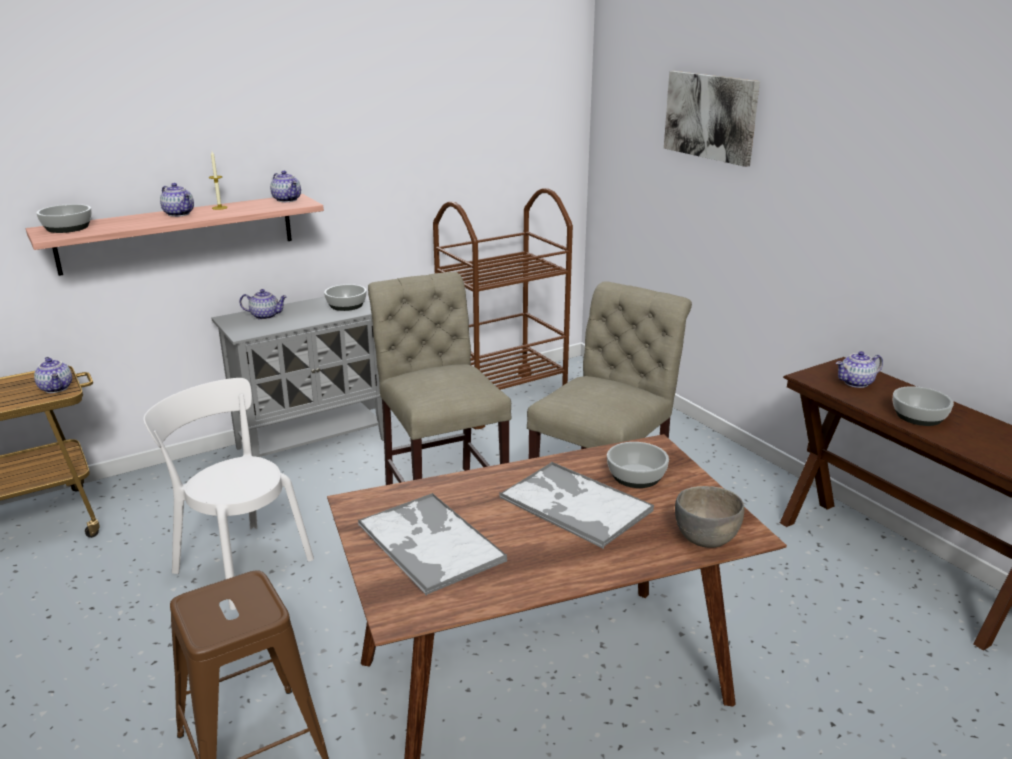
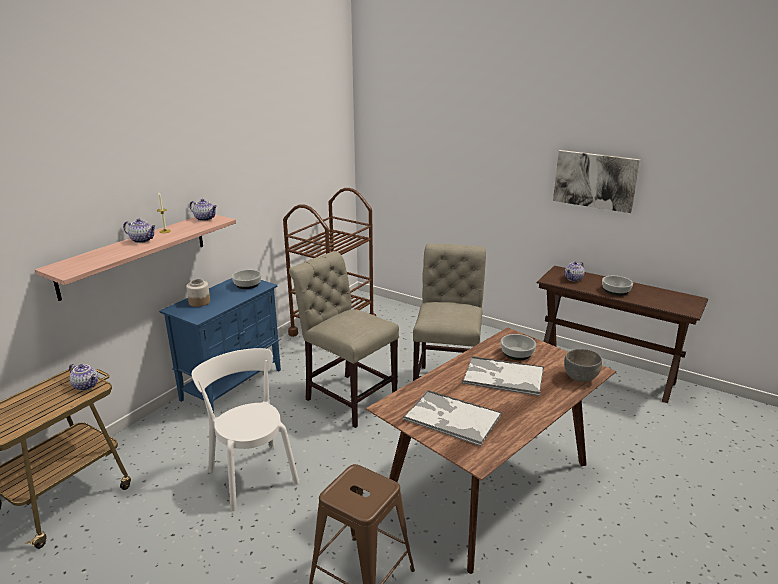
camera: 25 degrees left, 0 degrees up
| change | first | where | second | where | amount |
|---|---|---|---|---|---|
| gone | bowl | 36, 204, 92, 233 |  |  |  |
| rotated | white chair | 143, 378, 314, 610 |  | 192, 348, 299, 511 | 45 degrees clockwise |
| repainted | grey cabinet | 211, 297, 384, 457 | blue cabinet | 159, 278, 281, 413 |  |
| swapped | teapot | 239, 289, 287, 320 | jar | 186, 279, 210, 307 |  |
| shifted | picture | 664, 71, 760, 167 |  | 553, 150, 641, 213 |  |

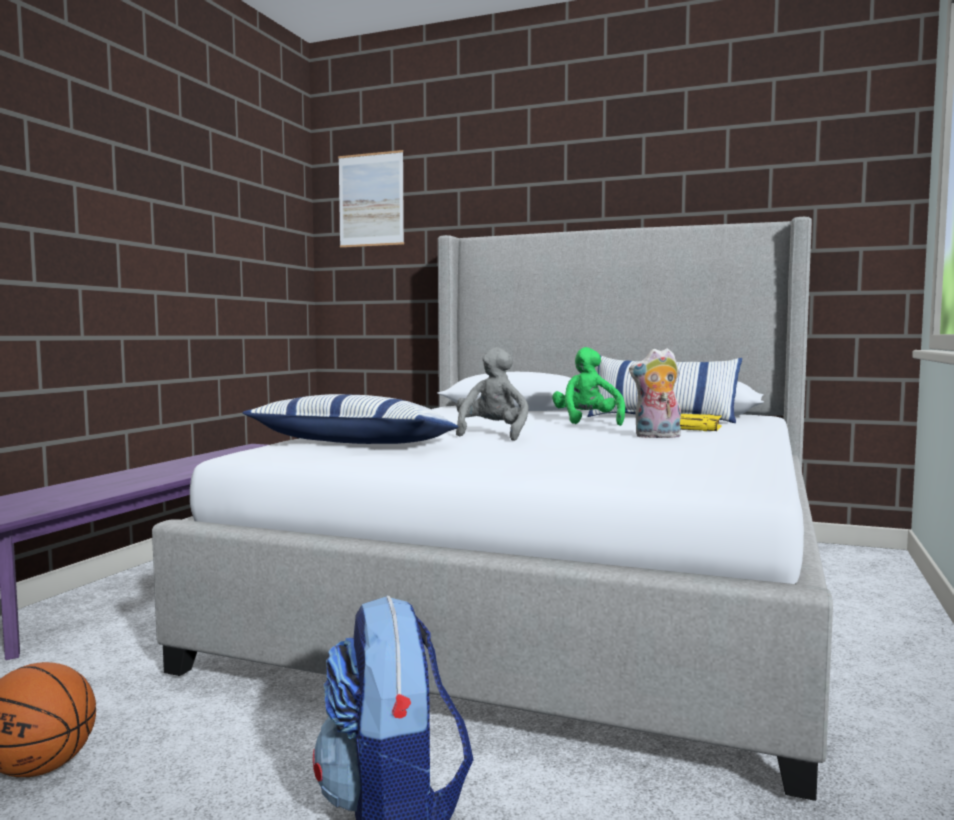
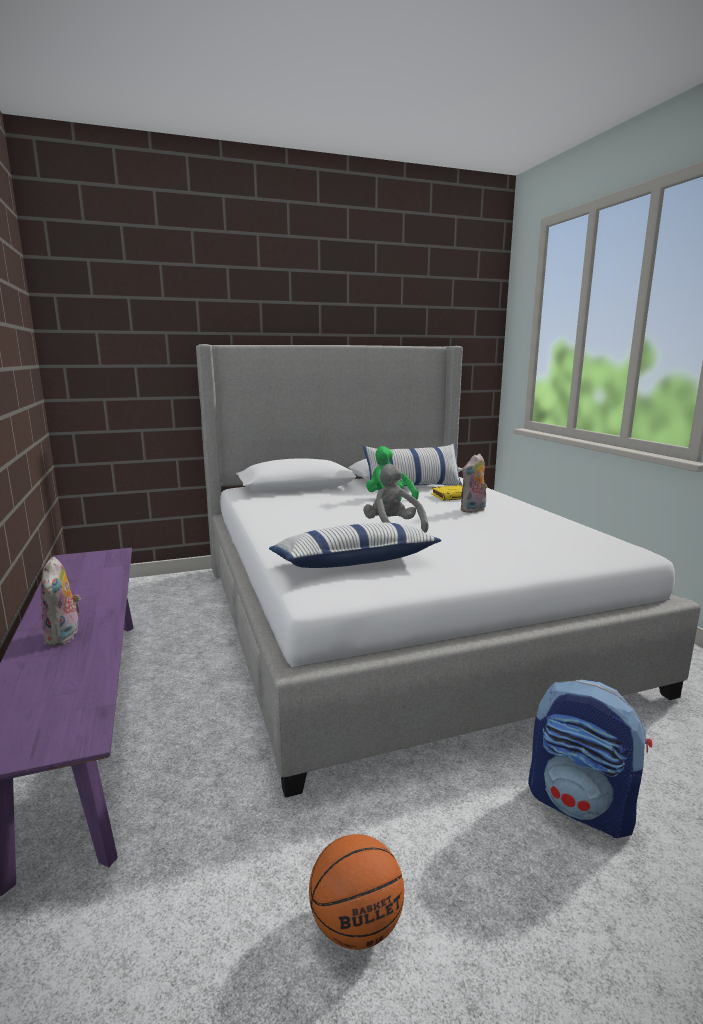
camera: 40 degrees left, 10 degrees up
| change | first | where | second | where | amount |
|---|---|---|---|---|---|
| gone | picture | 338, 150, 404, 248 |  |  |  |
| new |  |  | plush toy | 40, 557, 81, 646 |  |

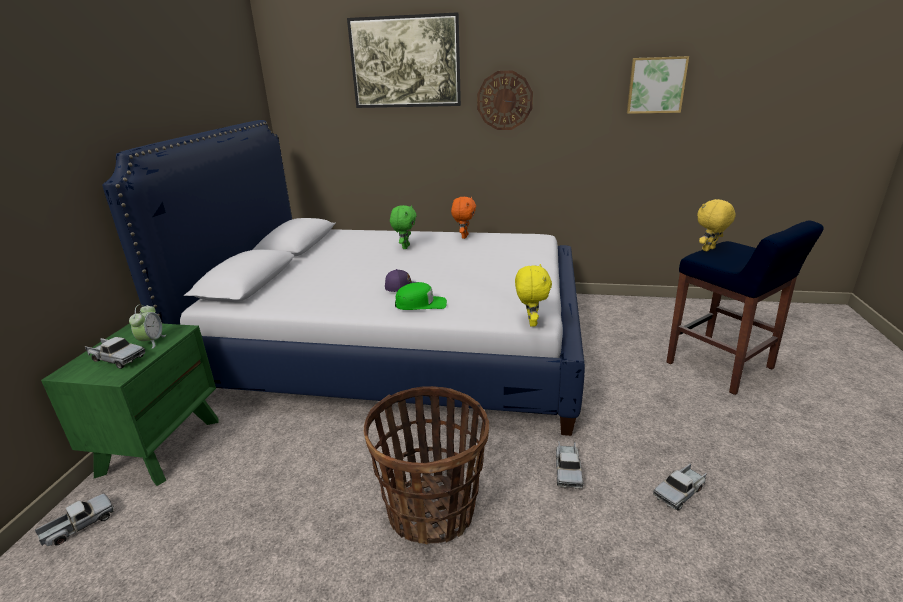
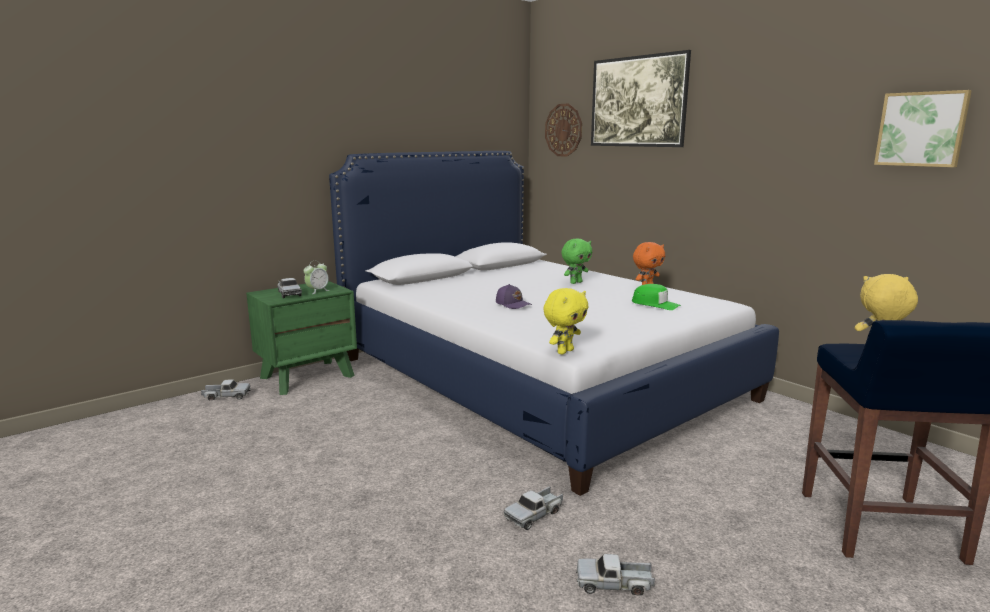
camera: 40 degrees right, 10 degrees down
| change | first | where | second | where | amount |
|---|---|---|---|---|---|
| gone | basket | 364, 386, 489, 544 |  |  |  |
| shifted | green cap | 395, 282, 447, 310 |  | 632, 284, 681, 310 |  |
| shifted | wall clock | 477, 70, 533, 130 |  | 545, 103, 582, 157 |  |

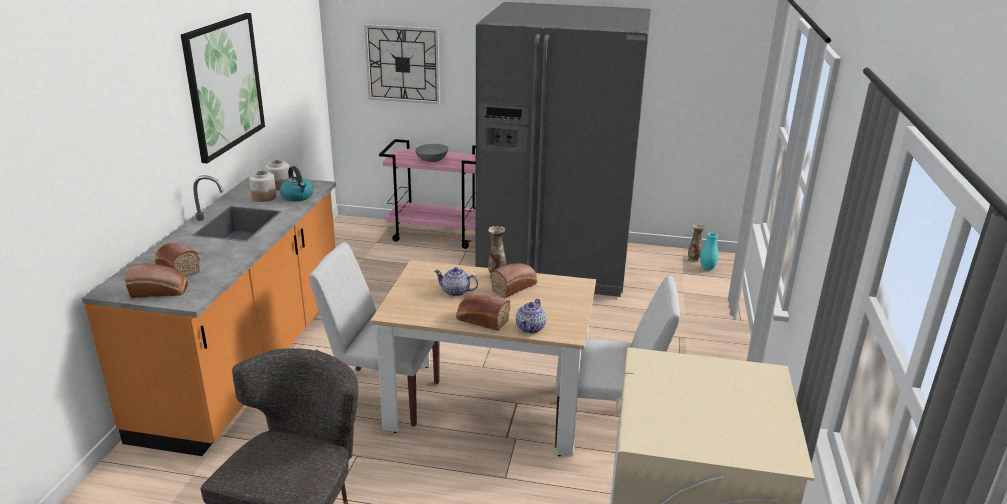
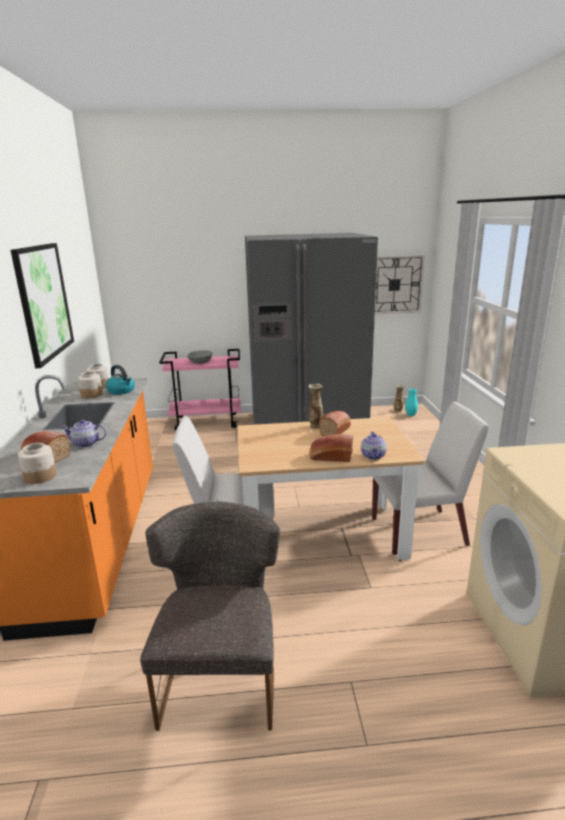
camera: 15 degrees left, 5 degrees down
| change | first | where | second | where | amount |
|---|---|---|---|---|---|
| swapped | bread | 125, 264, 188, 298 | jar | 18, 443, 57, 484 |  |
| shifted | wall clock | 364, 24, 440, 104 |  | 375, 255, 425, 314 |  |
| shifted | teapot | 434, 267, 478, 297 |  | 61, 419, 107, 448 |  |

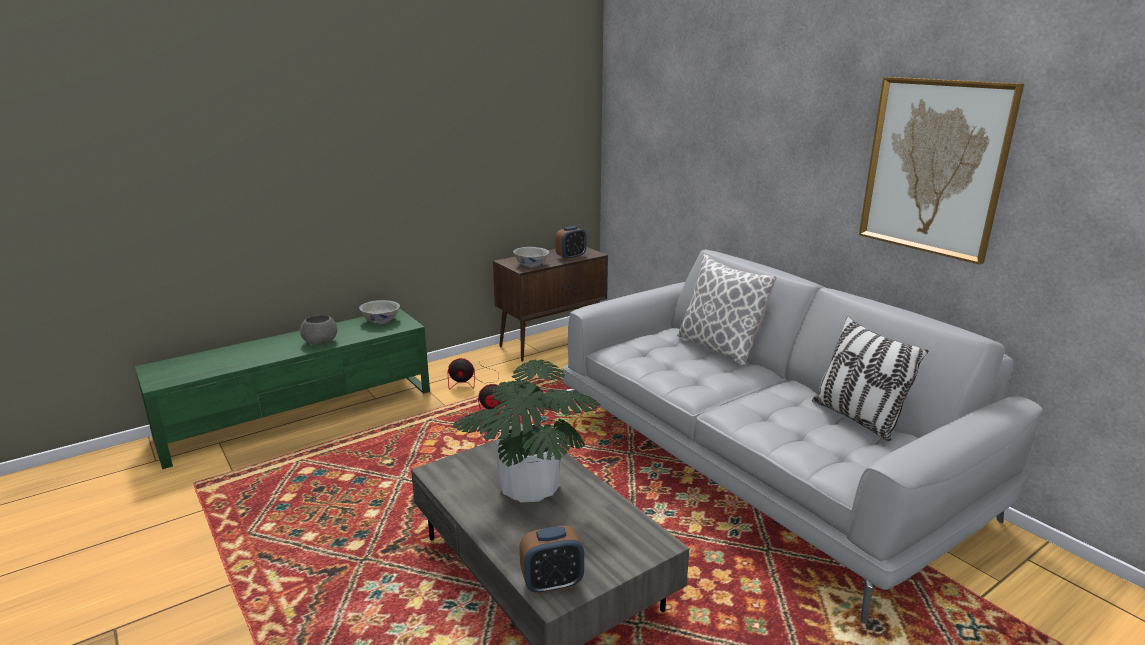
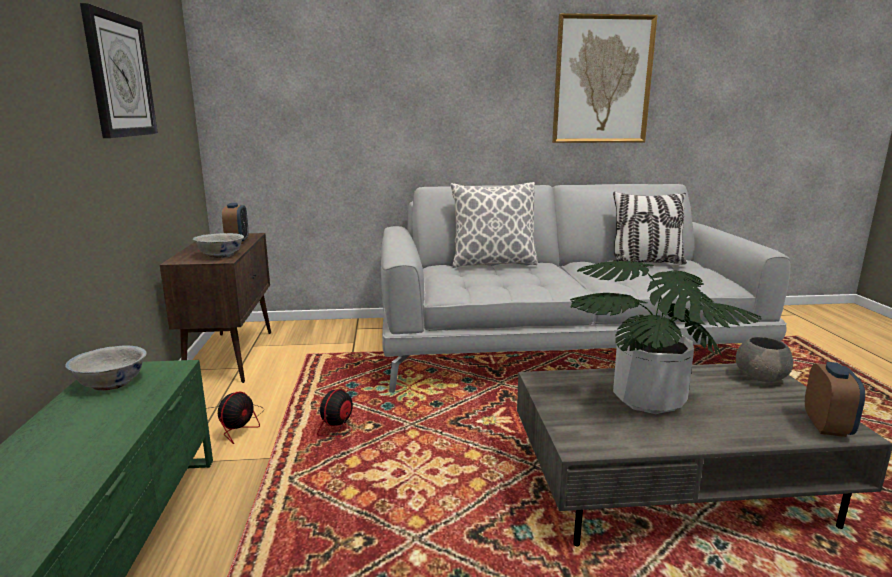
camera: 60 degrees left, 5 degrees down
| change | first | where | second | where | amount |
|---|---|---|---|---|---|
| shifted | grey bowl | 300, 315, 337, 345 |  | 736, 337, 793, 382 |  |
| new |  |  | wall clock | 80, 3, 158, 138 |  |

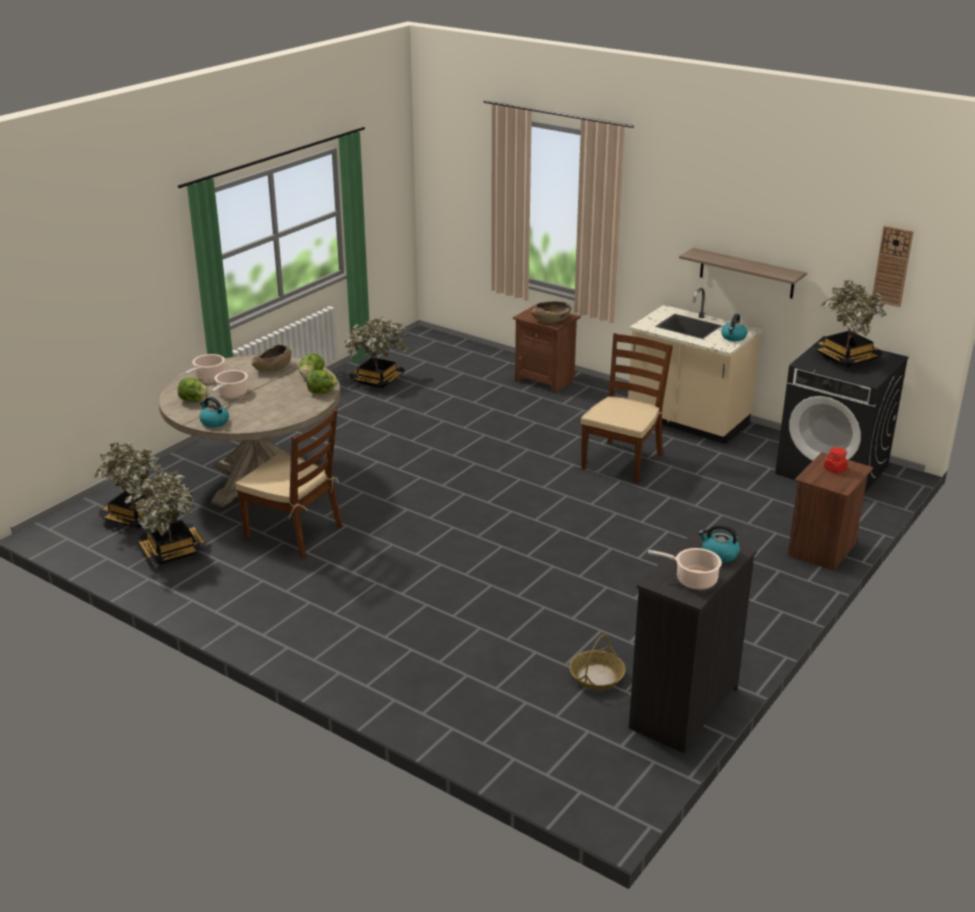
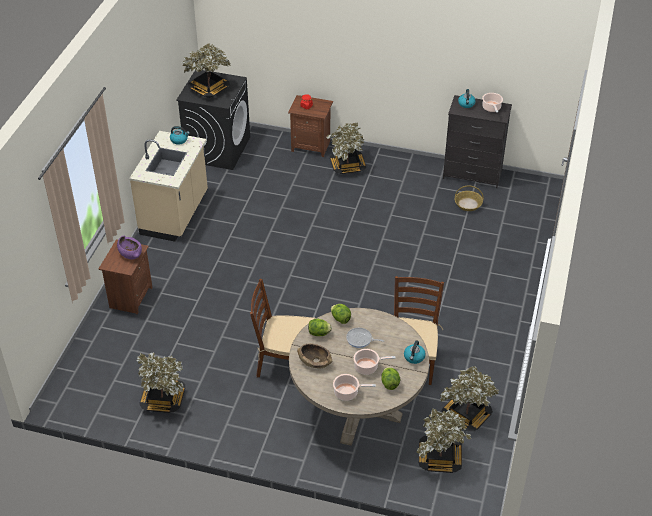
camera: 110 degrees left, 15 degrees up
| change | first | where | second | where | amount |
|---|---|---|---|---|---|
| repainted | brown bowl | 531, 301, 572, 323 | purple bowl | 117, 236, 142, 260 |  |
| shifted | brown chair | 581, 333, 673, 483 |  | 250, 279, 316, 378 |  |
| gone | shelf | 679, 248, 807, 299 |  |  |  |
| gone | wall clock | 872, 225, 914, 307 |  |  |  |
| new |  |  | potted plant | 326, 122, 366, 174 |  |
| new |  |  | frying pan | 346, 328, 384, 348 |  |

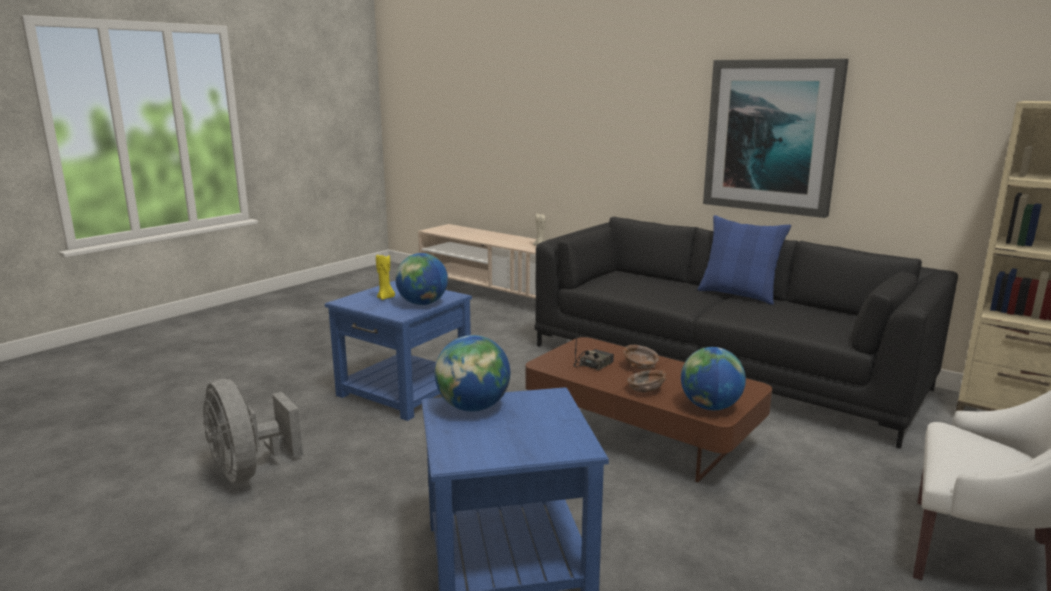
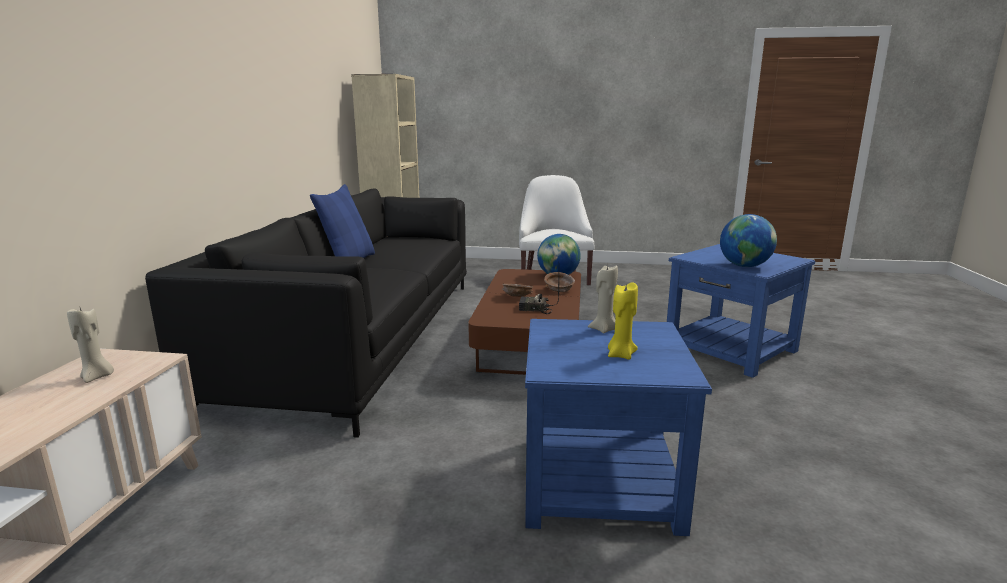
camera: 120 degrees left, 0 degrees up
| change | first | where | second | where | amount |
|---|---|---|---|---|---|
| gone | grey fan | 203, 379, 303, 483 |  |  |  |
| swapped | globe | 395, 253, 448, 305 | beige candle | 588, 264, 618, 333 |  |
| gone | picture | 703, 59, 849, 218 |  |  |  |

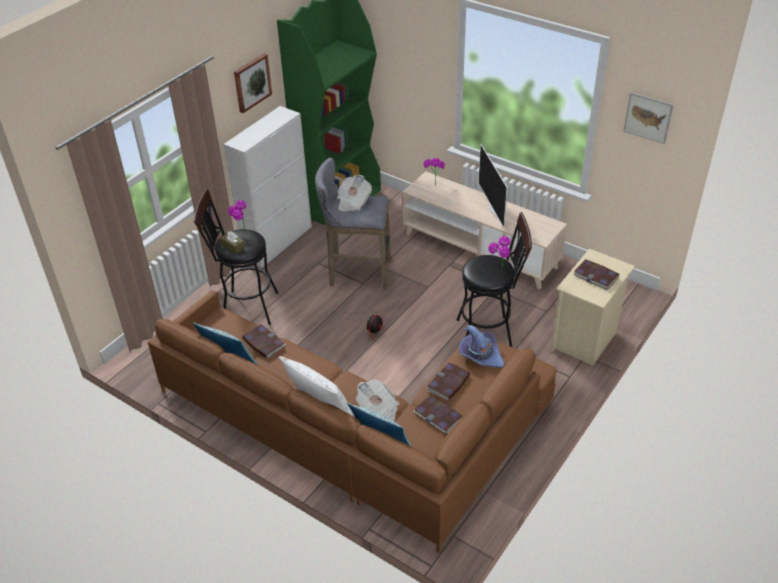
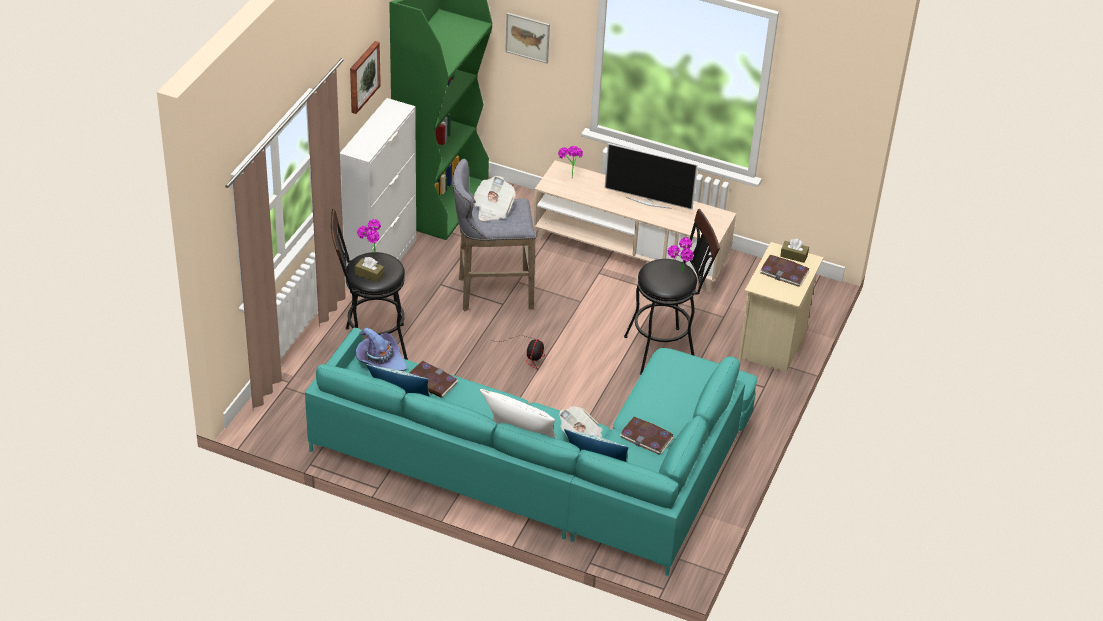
camera: 15 degrees left, 0 degrees up
| change | first | where | second | where | amount |
|---|---|---|---|---|---|
| repainted | brown sofa | 148, 290, 557, 553 | turquoise sofa | 305, 328, 757, 576 |  |
| gone | book | 426, 363, 470, 401 |  |  |  |
| shifted | purple hat | 459, 325, 504, 368 |  | 356, 328, 407, 371 |  |
| rotated | television | 478, 144, 508, 227 |  | 604, 143, 698, 210 | 45 degrees counterclockwise |
| shifted | picture | 623, 92, 673, 144 |  | 505, 13, 550, 63 |  |
| new |  |  | brown tissue box | 780, 239, 809, 263 |  |

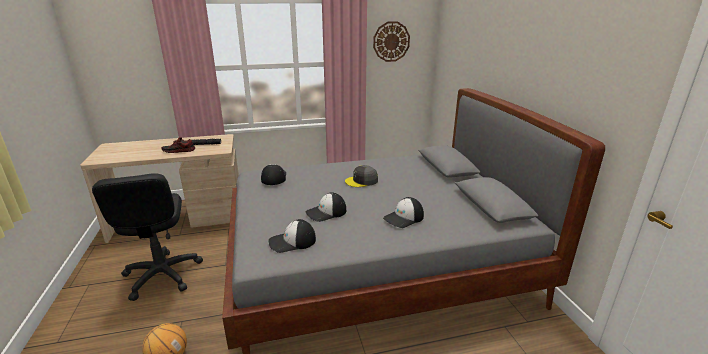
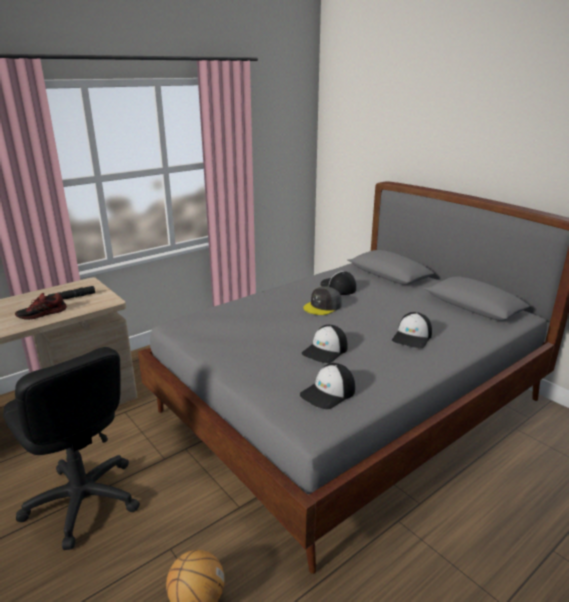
camera: 25 degrees left, 0 degrees up
| change | first | where | second | where | amount |
|---|---|---|---|---|---|
| shifted | cap | 261, 164, 286, 185 |  | 320, 271, 356, 295 |  |
| gone | wall clock | 373, 21, 410, 62 |  |  |  |

